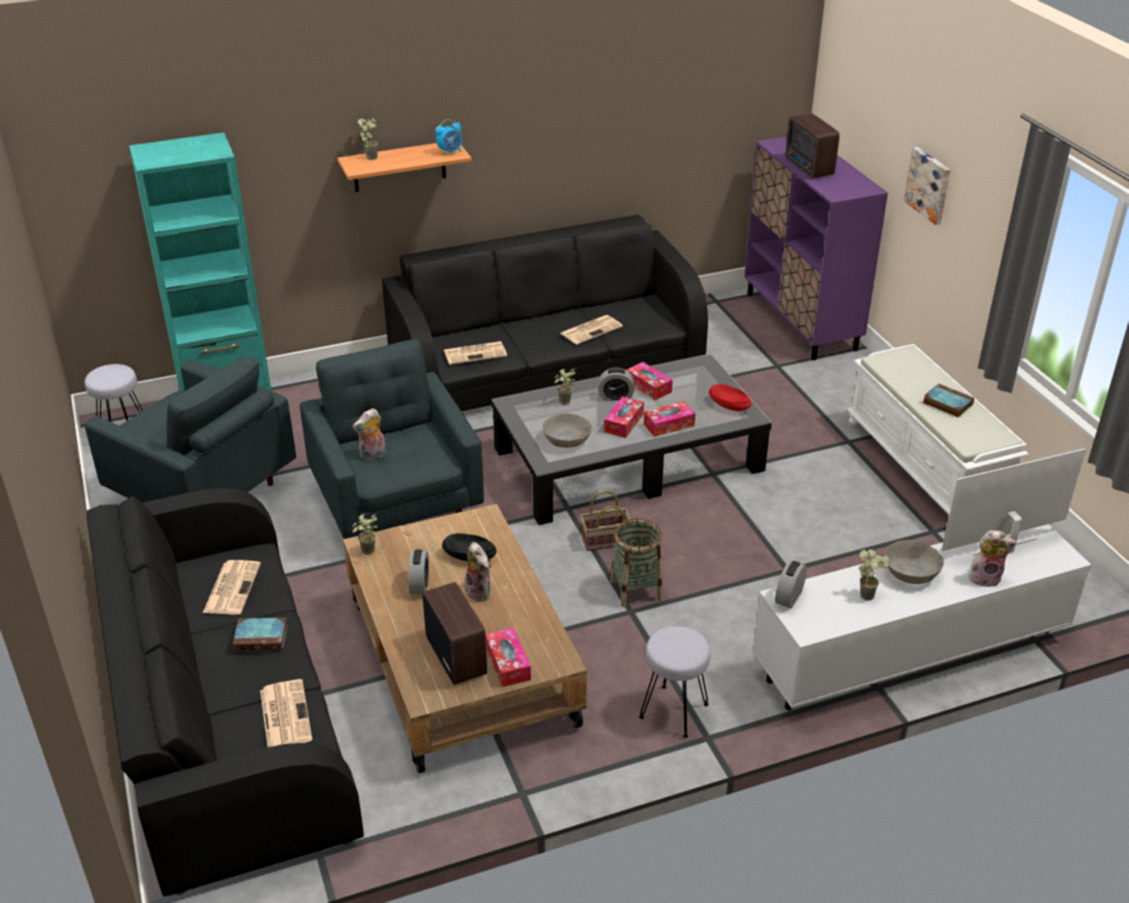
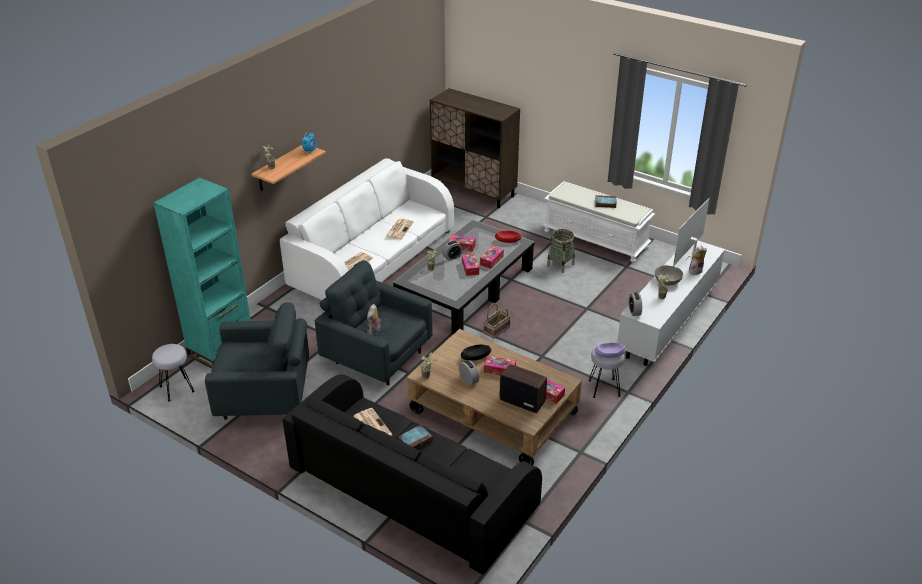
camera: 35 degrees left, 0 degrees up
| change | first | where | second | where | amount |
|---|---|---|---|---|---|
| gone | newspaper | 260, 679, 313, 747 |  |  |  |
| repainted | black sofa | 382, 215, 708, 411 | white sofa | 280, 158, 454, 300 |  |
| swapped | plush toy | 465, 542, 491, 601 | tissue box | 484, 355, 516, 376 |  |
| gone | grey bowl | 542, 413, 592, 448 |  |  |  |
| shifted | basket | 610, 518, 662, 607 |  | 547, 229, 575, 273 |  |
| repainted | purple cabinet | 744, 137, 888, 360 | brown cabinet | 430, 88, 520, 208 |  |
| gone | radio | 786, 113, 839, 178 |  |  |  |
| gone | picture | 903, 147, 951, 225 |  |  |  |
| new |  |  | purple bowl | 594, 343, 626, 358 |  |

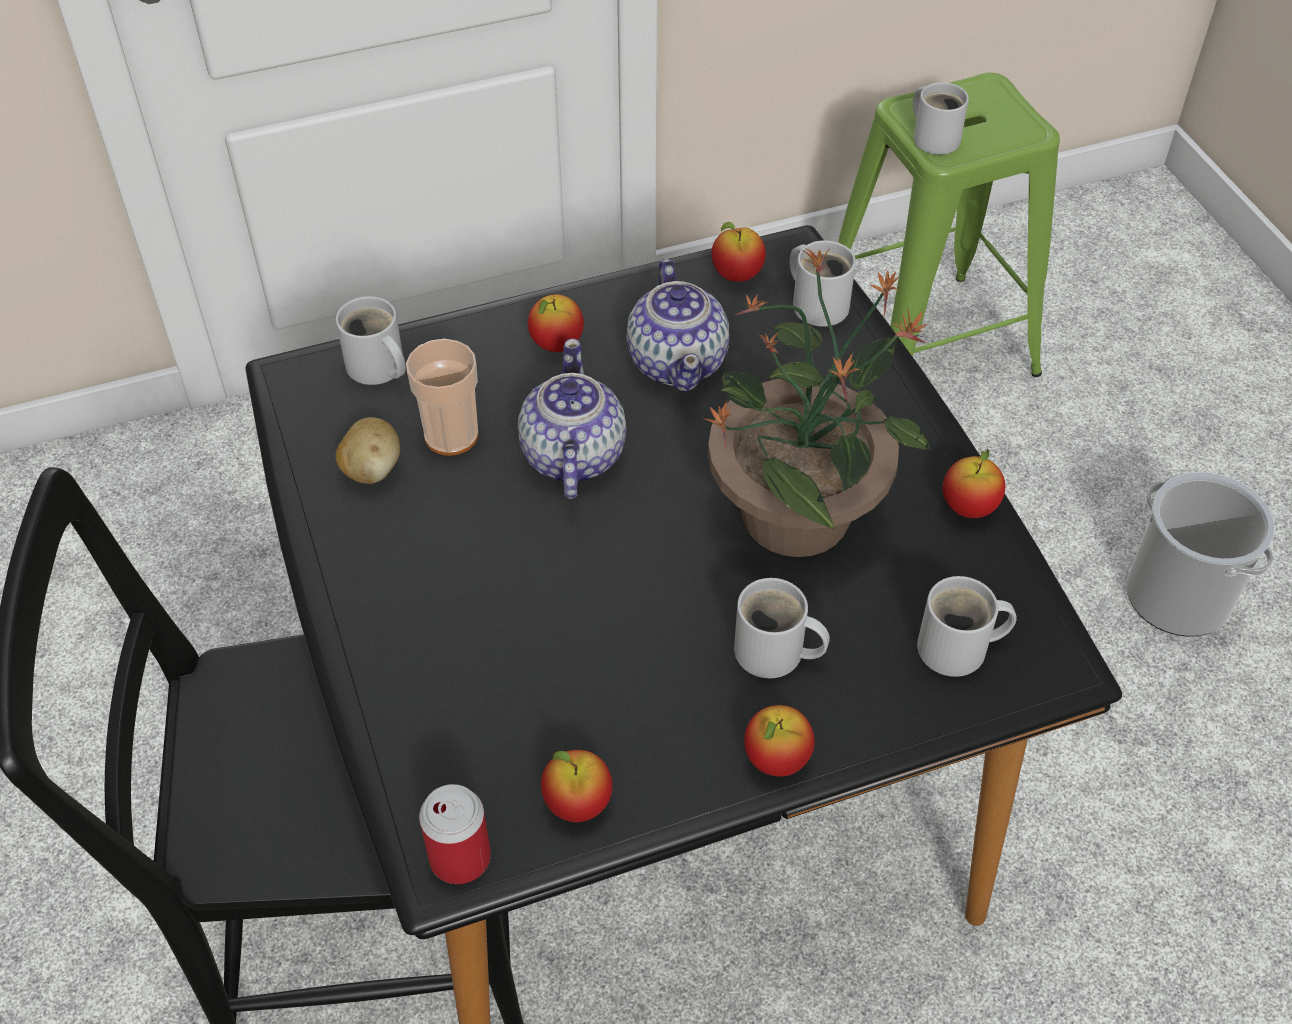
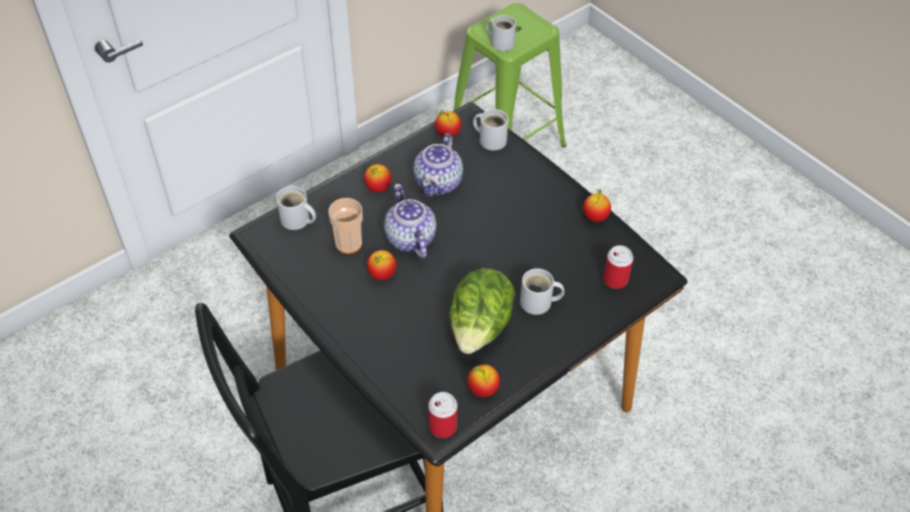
camera: 20 degrees left, 0 degrees up
| change | first | where | second | where | amount |
|---|---|---|---|---|---|
| gone | potato | 336, 417, 400, 484 |  |  |  |
| rotated | teapot | 627, 259, 729, 392 |  | 413, 133, 463, 197 | 45 degrees clockwise |
| gone | potted plant | 705, 247, 931, 557 |  |  |  |
| shifted | apple | 744, 705, 815, 777 |  | 367, 250, 397, 280 |  |
| swapped | white mug | 917, 576, 1017, 677 | can | 603, 245, 633, 289 |  |
| gone | bucket | 1126, 472, 1275, 637 |  |  |  |
| new |  |  | lettuce | 449, 268, 515, 354 |  |

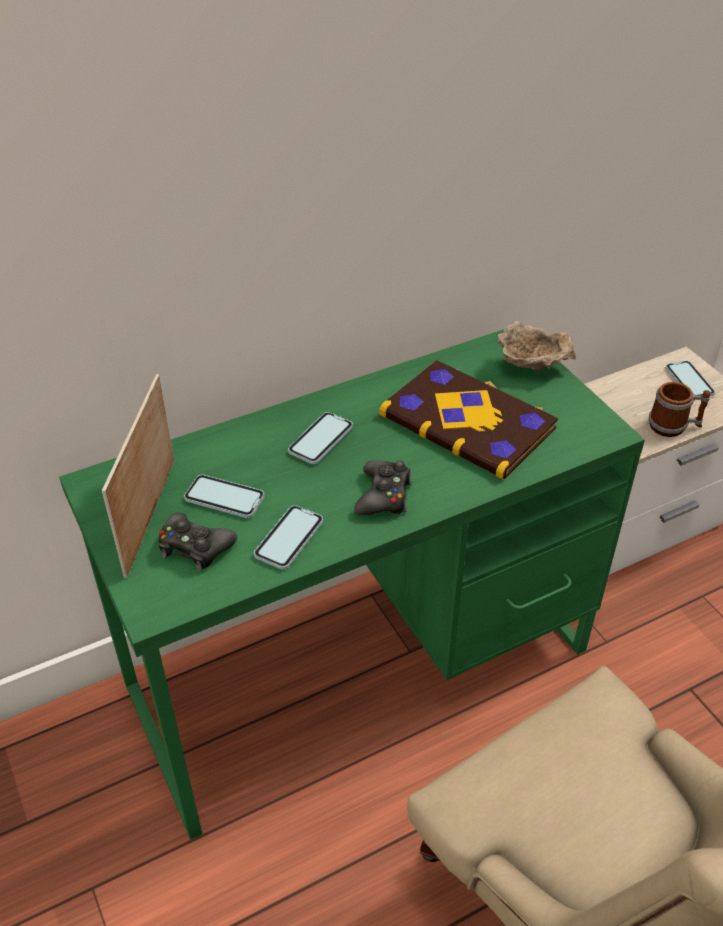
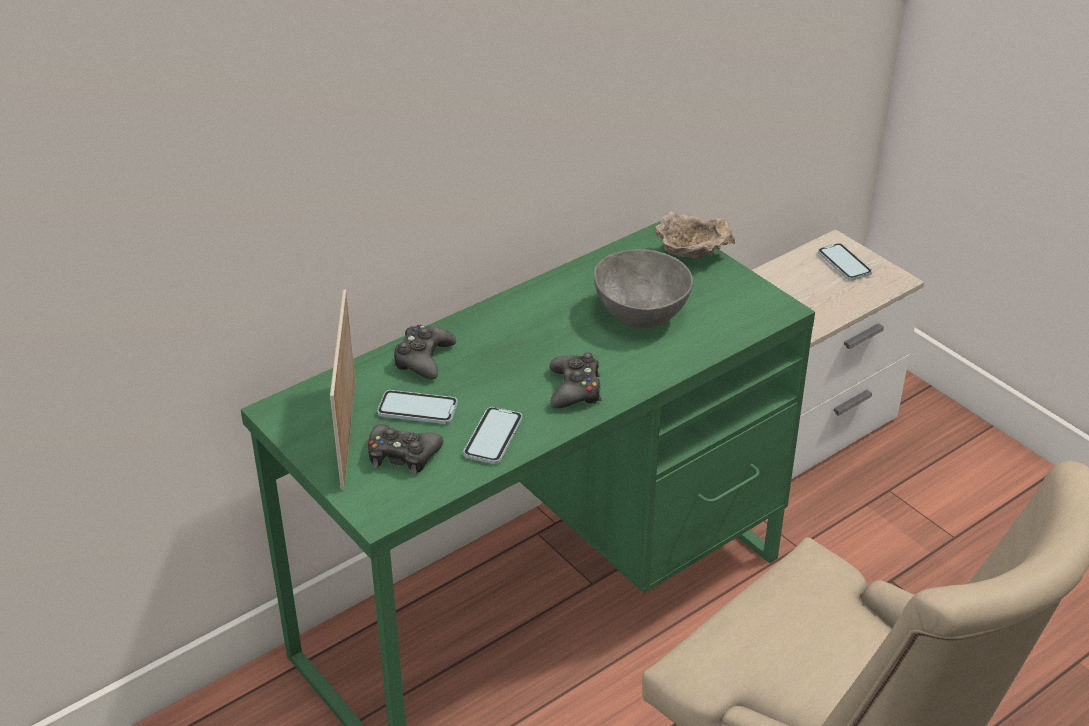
camera: 10 degrees left, 5 degrees down
| change | first | where | second | where | amount |
|---|---|---|---|---|---|
| gone | phone | 288, 412, 353, 464 |  |  |  |
| swapped | book | 379, 360, 558, 480 | grey bowl | 594, 249, 693, 328 |  |
| gone | mug | 649, 382, 710, 437 |  |  |  |
| new |  |  | black game controller | 393, 325, 456, 379 |  |

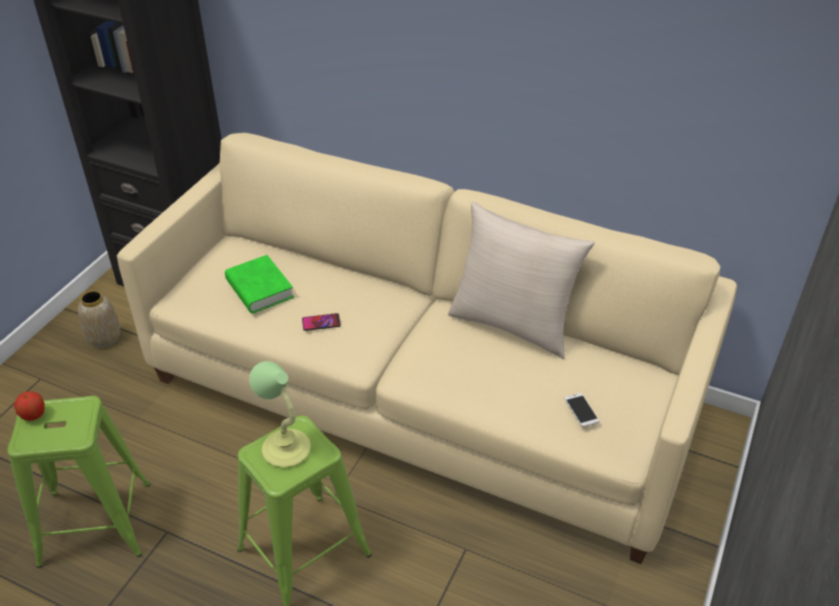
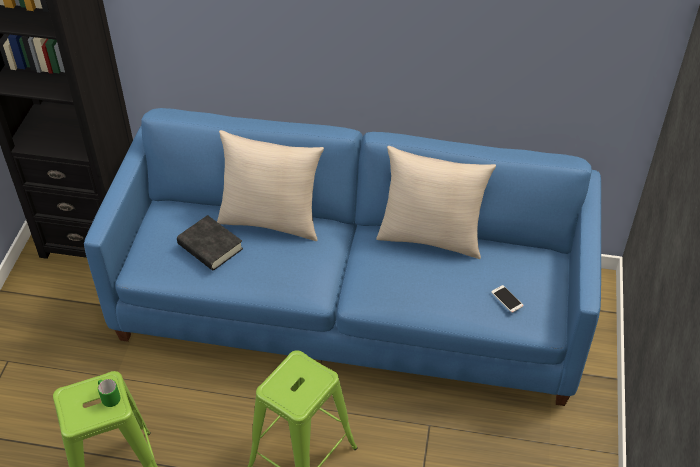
camera: 15 degrees left, 5 degrees up
| change | first | where | second | where | amount |
|---|---|---|---|---|---|
| gone | apple | 14, 391, 44, 421 |  |  |  |
| gone | vase | 78, 290, 120, 348 |  |  |  |
| repainted | beige sofa | 117, 133, 737, 564 | blue sofa | 84, 108, 601, 406 |  |
| repainted | green book | 225, 255, 294, 313 | black book | 177, 215, 243, 271 |  |
| gone | table lamp | 249, 361, 311, 467 |  |  |  |
| gone | phone | 302, 313, 341, 331 |  |  |  |
| new |  |  | green mug | 98, 379, 120, 407 |  |
| new |  |  | beige pillow | 217, 130, 324, 241 |  |

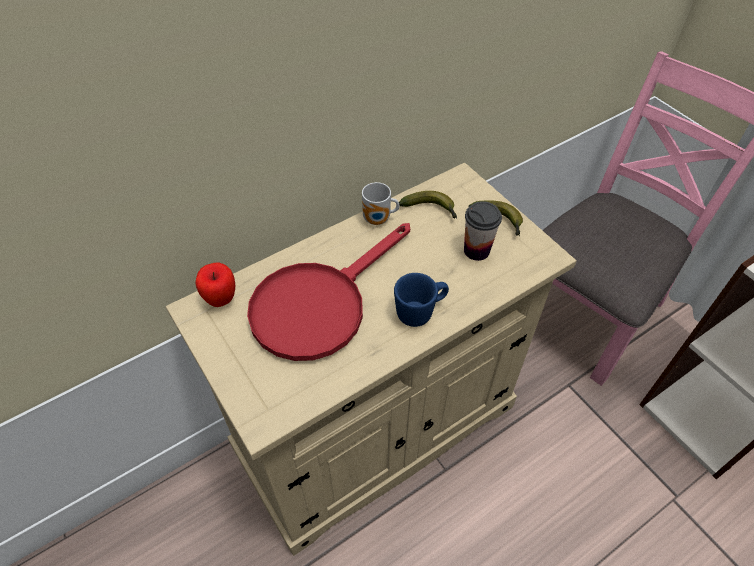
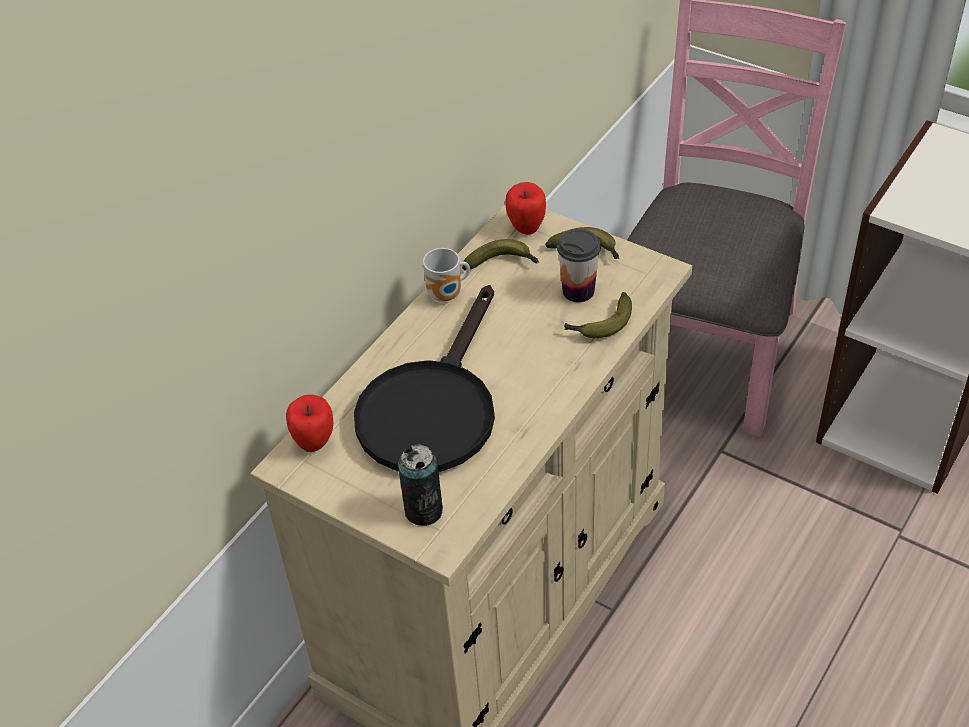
camera: 20 degrees left, 5 degrees down
| change | first | where | second | where | amount |
|---|---|---|---|---|---|
| repainted | red frying pan | 247, 223, 410, 361 | black frying pan | 354, 285, 495, 472 |  |
| gone | blue mug | 394, 273, 449, 327 |  |  |  |
| new |  |  | can | 398, 444, 443, 526 |  |
| new |  |  | apple | 505, 182, 546, 235 |  |
| new |  |  | banana | 564, 292, 632, 338 |  |

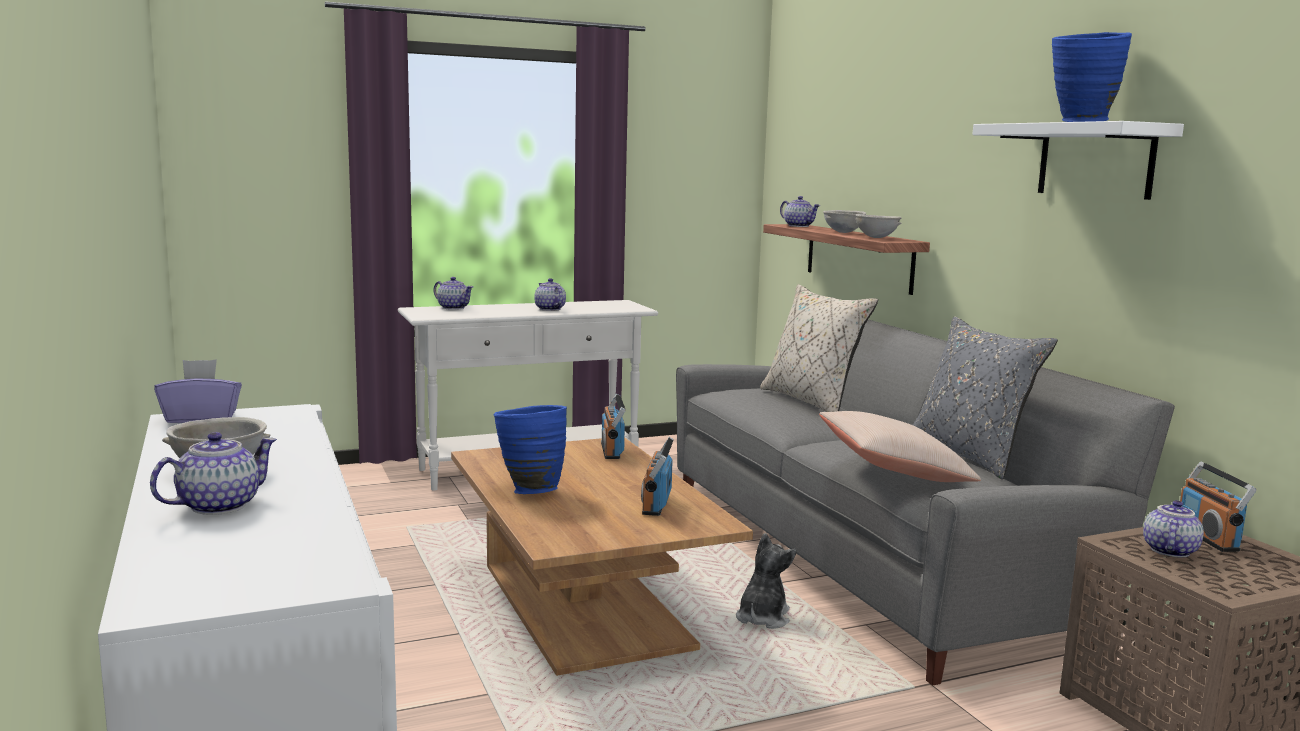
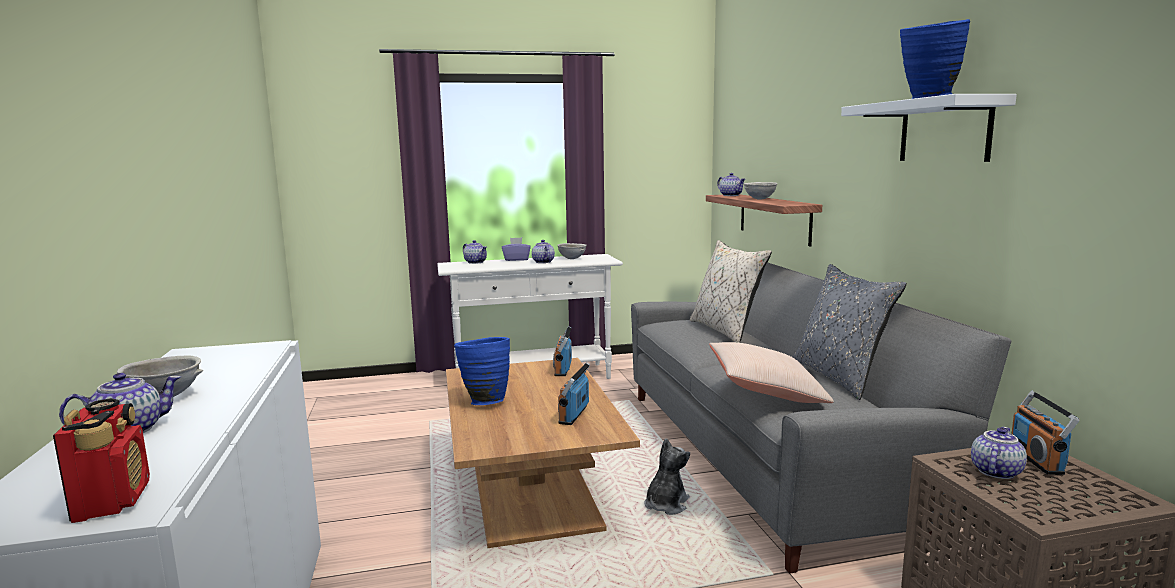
camera: 10 degrees right, 0 degrees up
| change | first | where | second | where | amount |
|---|---|---|---|---|---|
| shifted | purple tissue box | 154, 359, 242, 423 |  | 502, 237, 530, 261 |  |
| shifted | grey bowl | 855, 214, 902, 238 |  | 557, 243, 587, 259 |  |
| new |  |  | radio | 53, 398, 150, 523 |  |

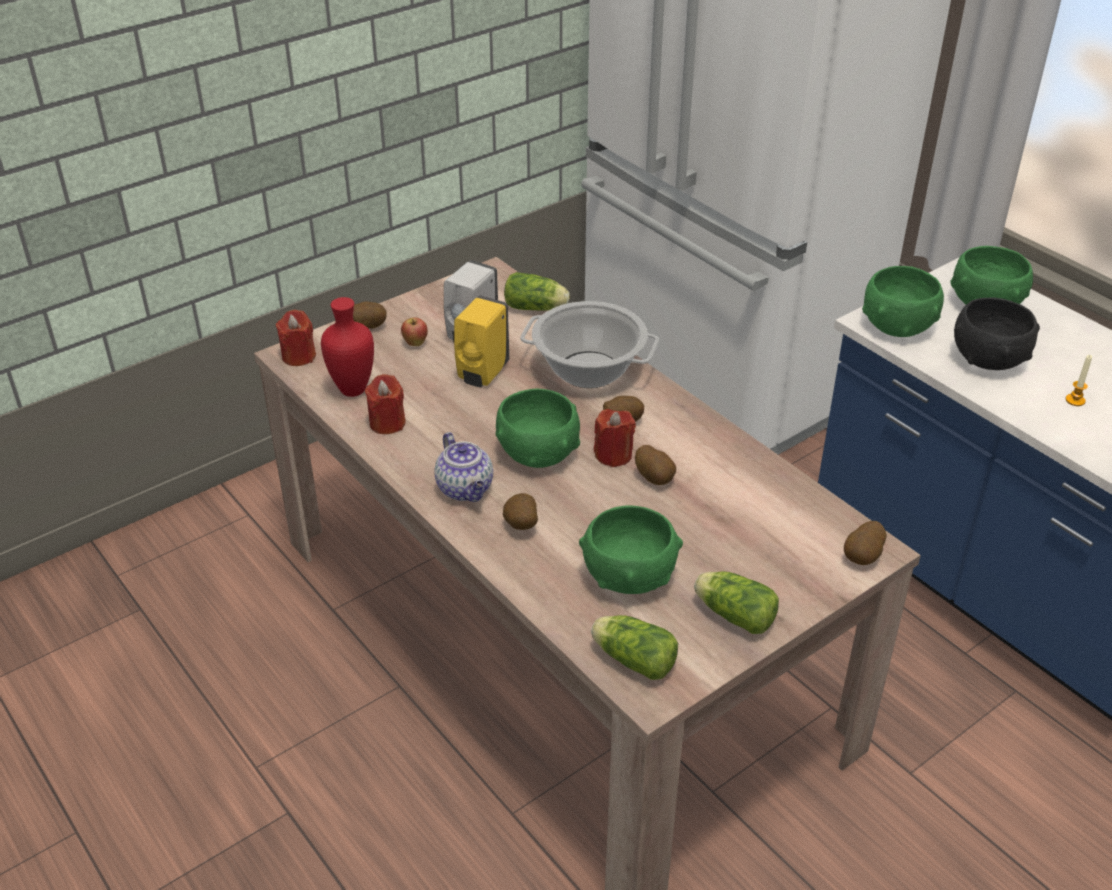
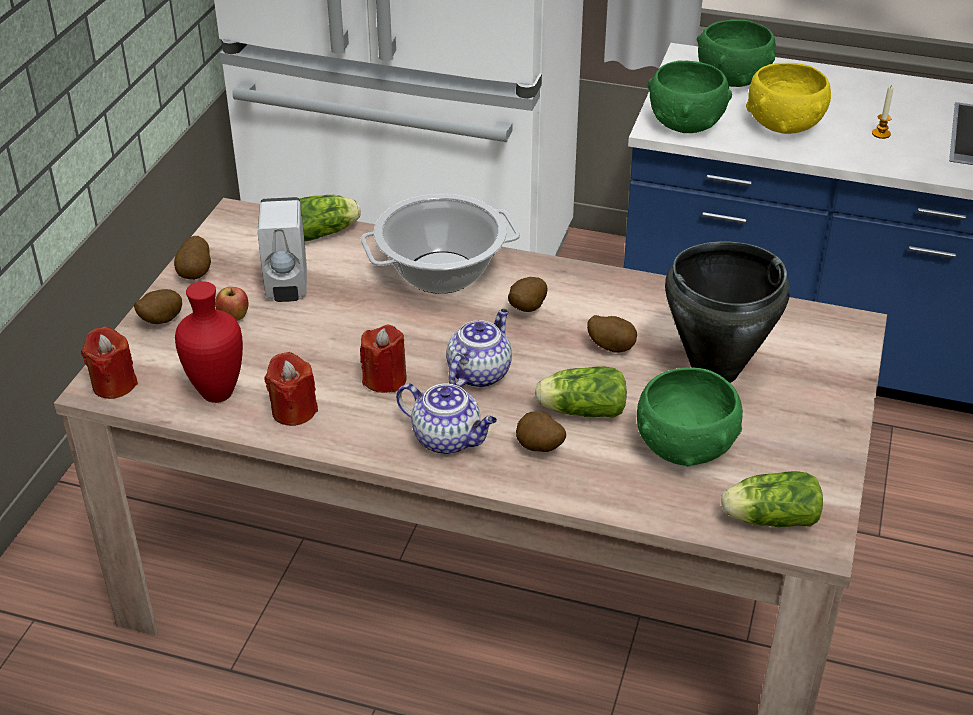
camera: 35 degrees left, 0 degrees up
| change | first | where | second | where | amount |
|---|---|---|---|---|---|
| gone | yellow soap dispenser | 454, 296, 509, 387 |  |  |  |
| swapped | green bowl | 496, 389, 580, 468 | teapot | 446, 309, 512, 388 |  |
| shifted | red candle | 594, 409, 636, 467 |  | 360, 324, 407, 393 |  |
| shifted | lettuce | 694, 571, 779, 634 |  | 535, 366, 627, 418 |  |
| shifted | potato | 844, 521, 887, 565 |  | 174, 236, 211, 280 |  |
| repainted | black bowl | 954, 298, 1040, 370 | yellow bowl | 746, 63, 831, 134 |  |
| new |  |  | black cooking pot | 665, 241, 790, 383 |  |

